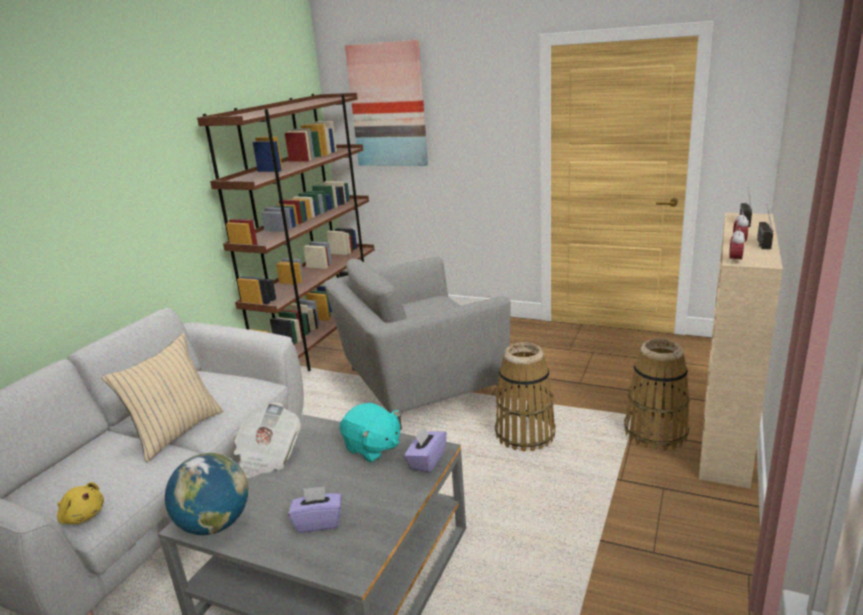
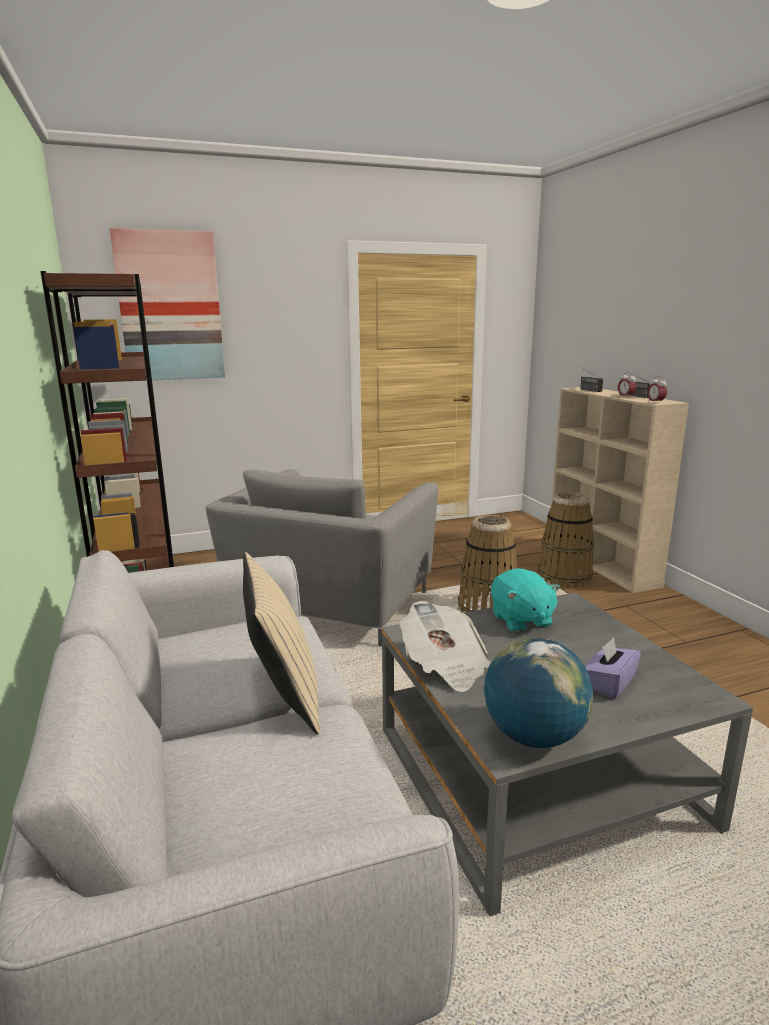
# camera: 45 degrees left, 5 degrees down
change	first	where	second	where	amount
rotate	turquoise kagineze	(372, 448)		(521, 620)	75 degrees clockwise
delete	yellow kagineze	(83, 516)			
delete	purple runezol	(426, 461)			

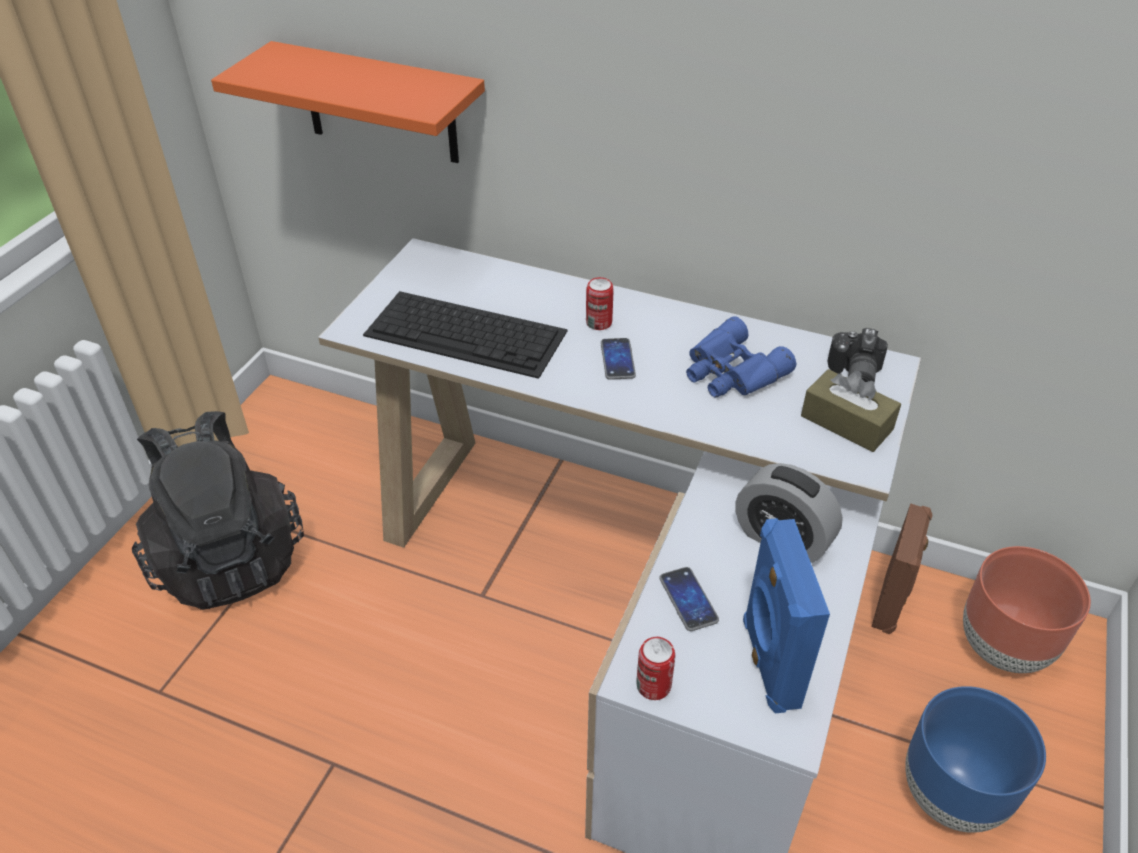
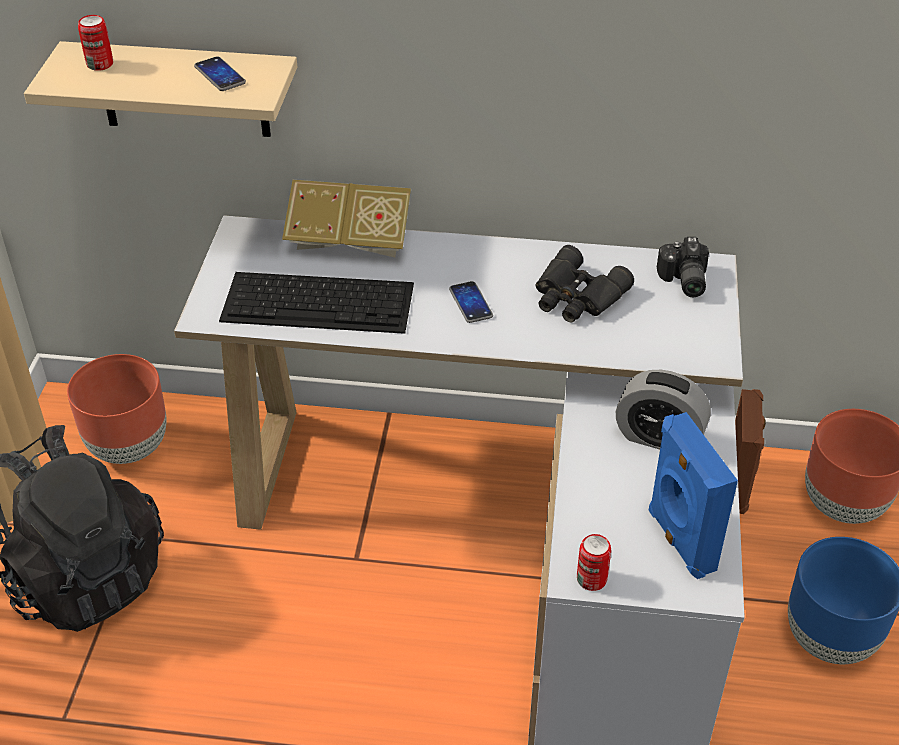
# camera: 15 degrees left, 0 degrees up
change	first	where	second	where	amount
recolor	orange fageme	(380, 104)	beige fageme	(183, 90)	
insert			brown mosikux	(128, 448)	
move	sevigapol	(599, 323)		(100, 64)	
move	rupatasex	(688, 599)		(220, 75)	
insert			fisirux	(349, 240)	
recolor	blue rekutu	(731, 372)	black rekutu	(576, 297)	
delete	brown runezol	(846, 423)			

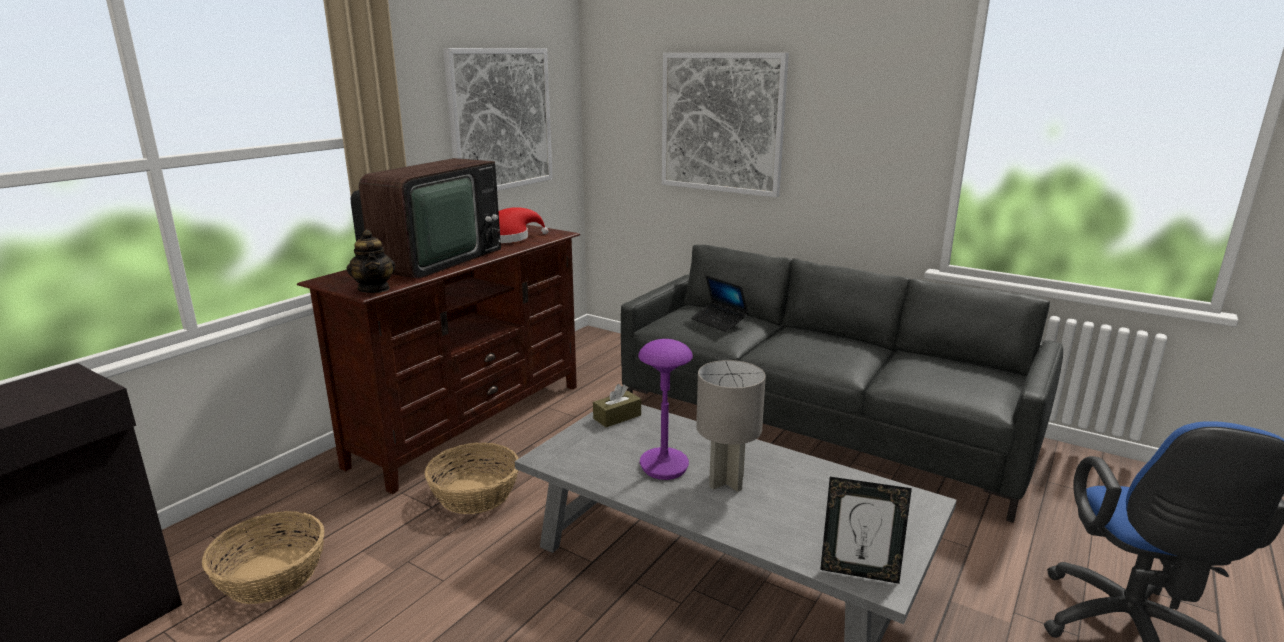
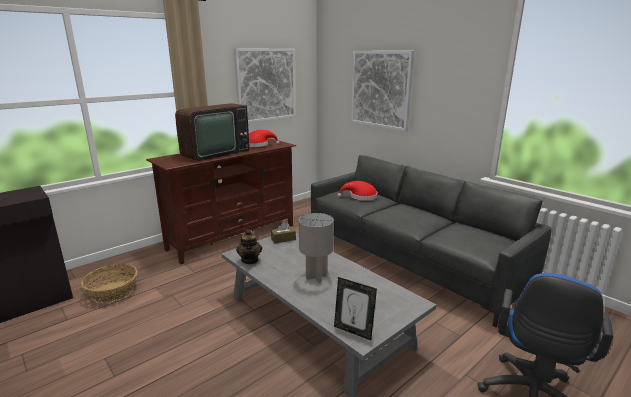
# camera: 15 degrees right, 0 degrees up
change	first	where	second	where	amount
move	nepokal	(374, 289)		(250, 260)	
replace	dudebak	(719, 321)	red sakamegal	(360, 197)	
delete	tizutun	(476, 494)			
delete	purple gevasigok	(663, 465)			

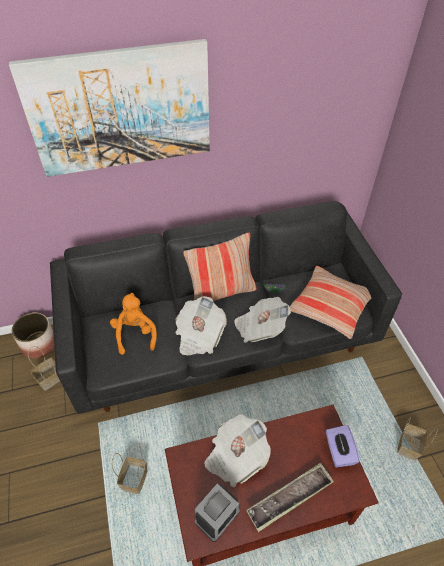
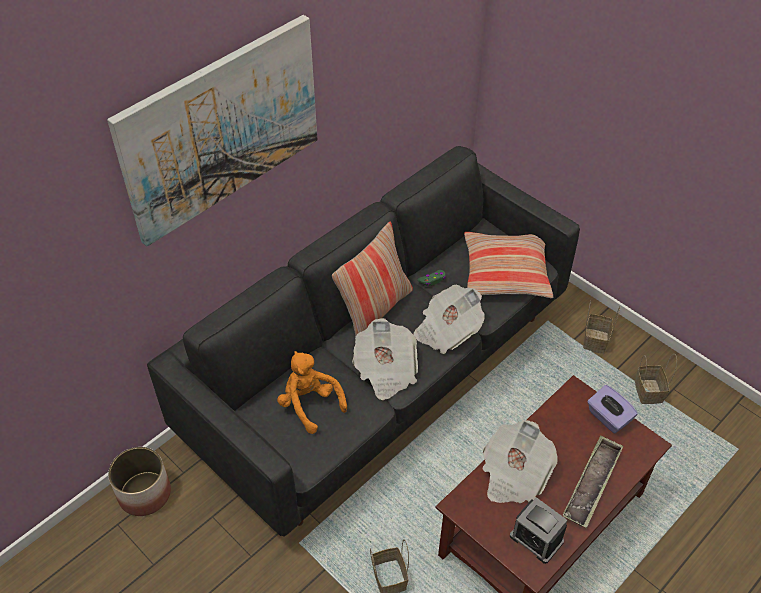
# camera: 30 degrees left, 0 degrees up
change	first	where	second	where	amount
rotate	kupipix	(217, 516)		(536, 539)	120 degrees clockwise
move	tizutun	(50, 378)		(595, 340)	

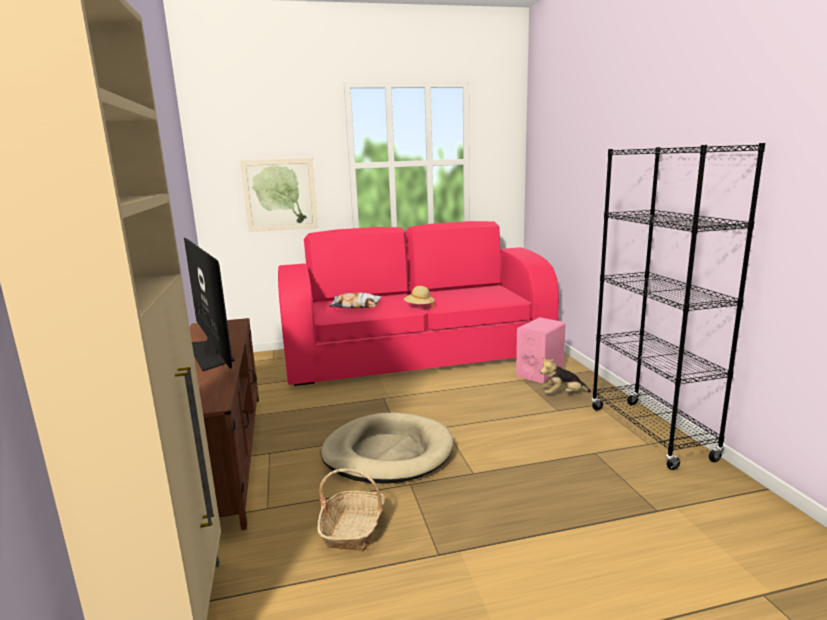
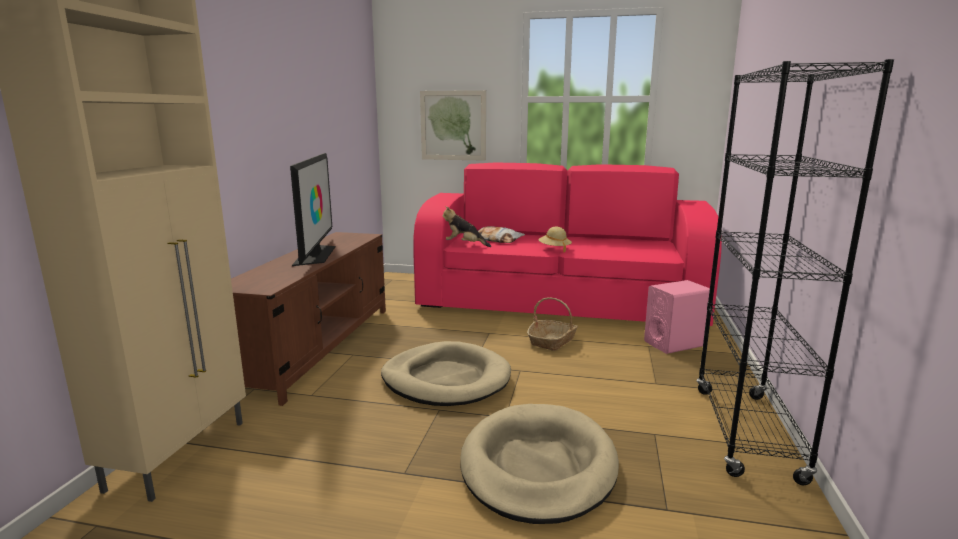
# camera: 25 degrees right, 0 degrees up
change	first	where	second	where	amount
move	kagineze	(563, 394)		(464, 245)	
insert			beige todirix	(538, 466)	
move	tizutun	(354, 528)		(552, 341)	

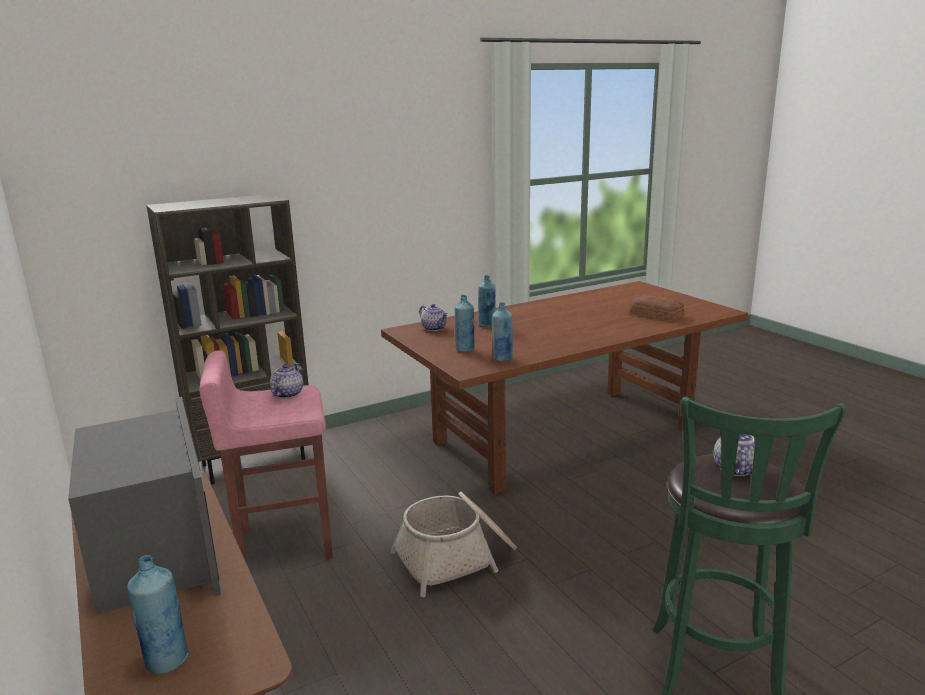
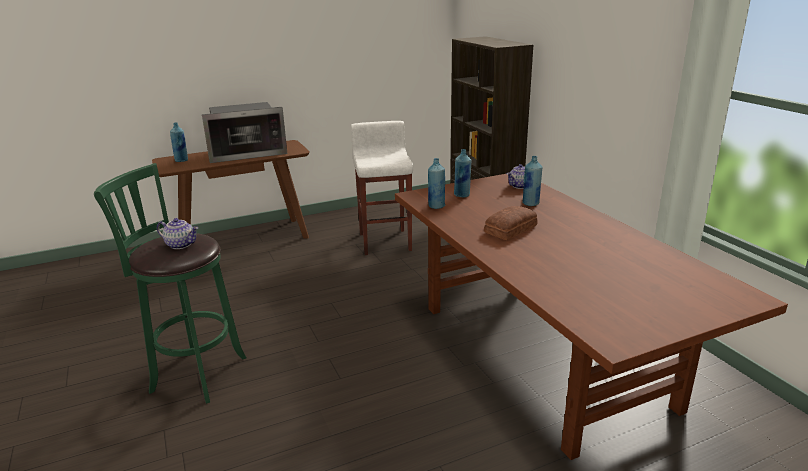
# camera: 95 degrees right, 5 degrees up
change	first	where	second	where	amount
recolor	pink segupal	(284, 543)	white segupal	(385, 241)	
move	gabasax	(656, 314)		(512, 229)	
delete	nepokal	(287, 394)			
delete	tizutun	(457, 558)			

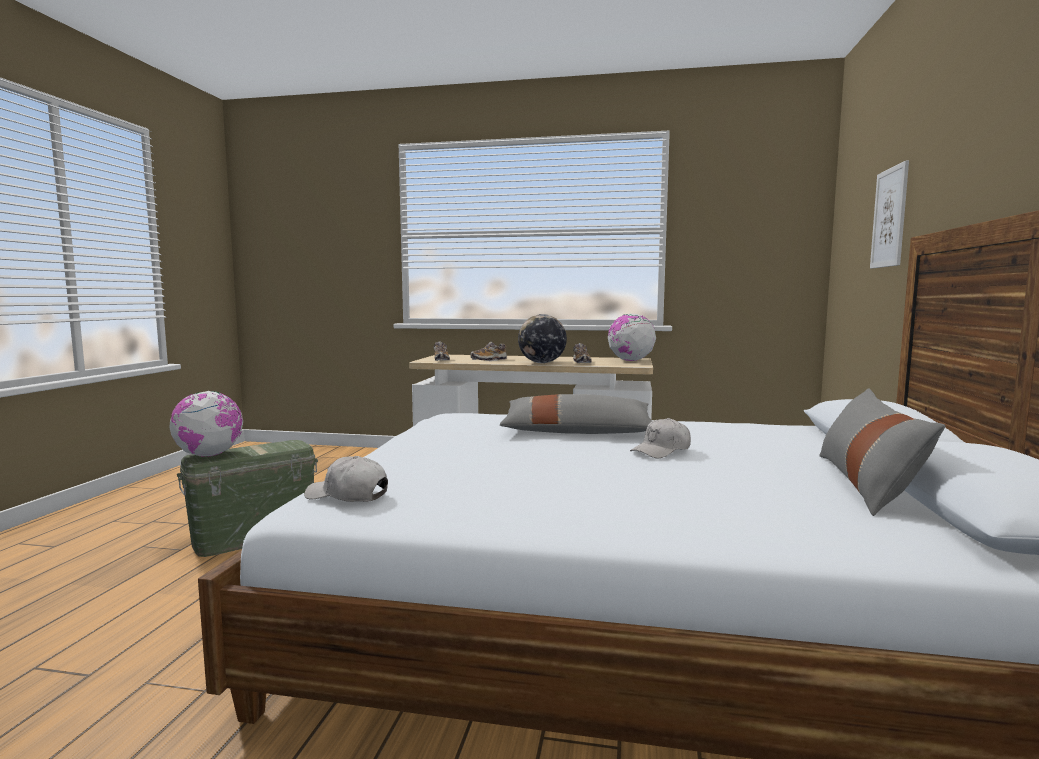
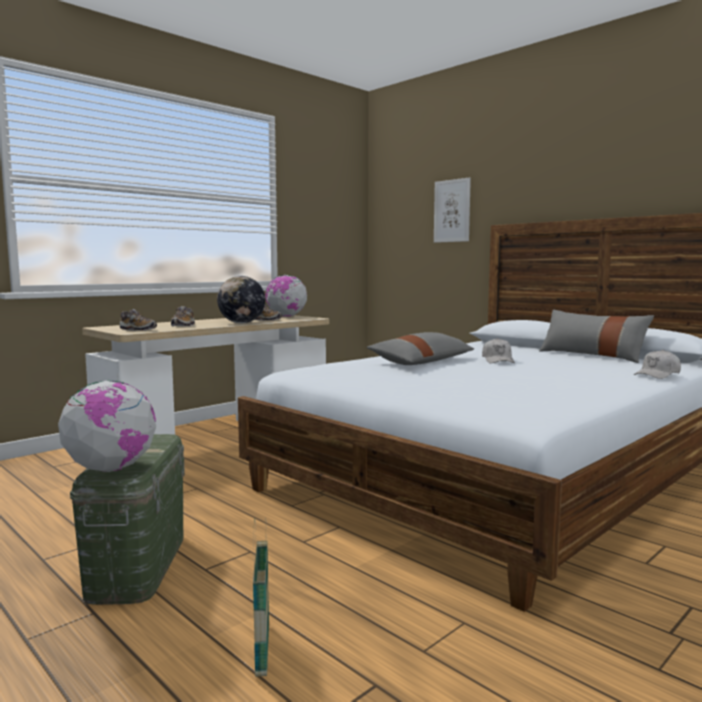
# camera: 55 degrees left, 0 degrees up
change	first	where	second	where	amount
insert			tizutun	(262, 650)	
move	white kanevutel	(347, 495)		(657, 375)	

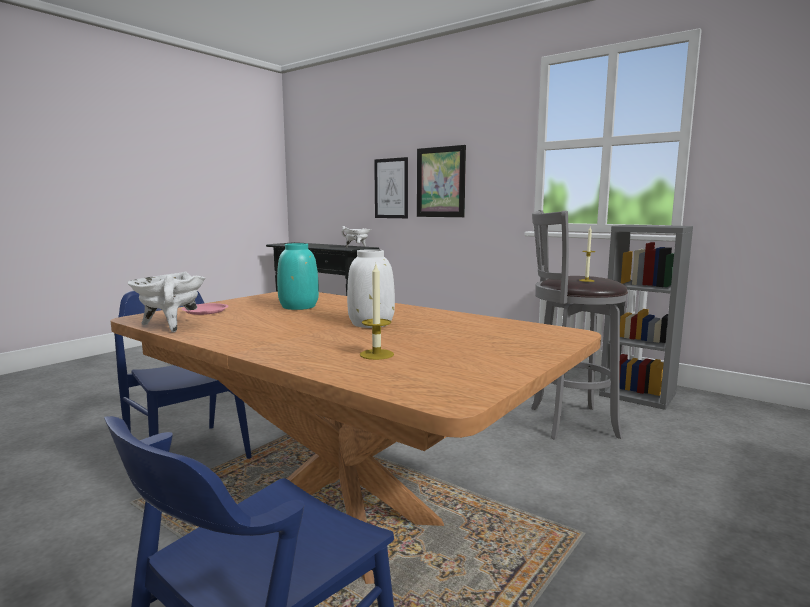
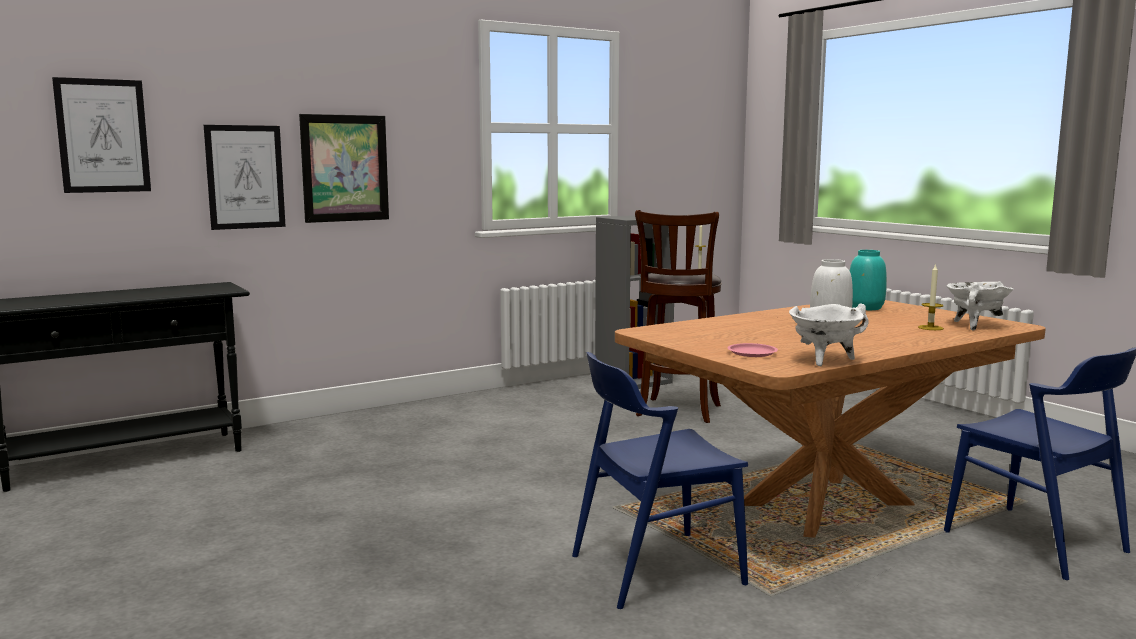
# camera: 70 degrees left, 0 degrees up
change	first	where	second	where	amount
insert			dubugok	(103, 136)	
recolor	grey segupal	(568, 422)	brown segupal	(677, 412)	
move	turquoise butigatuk	(298, 307)		(866, 308)	
move	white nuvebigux	(357, 247)		(975, 326)	

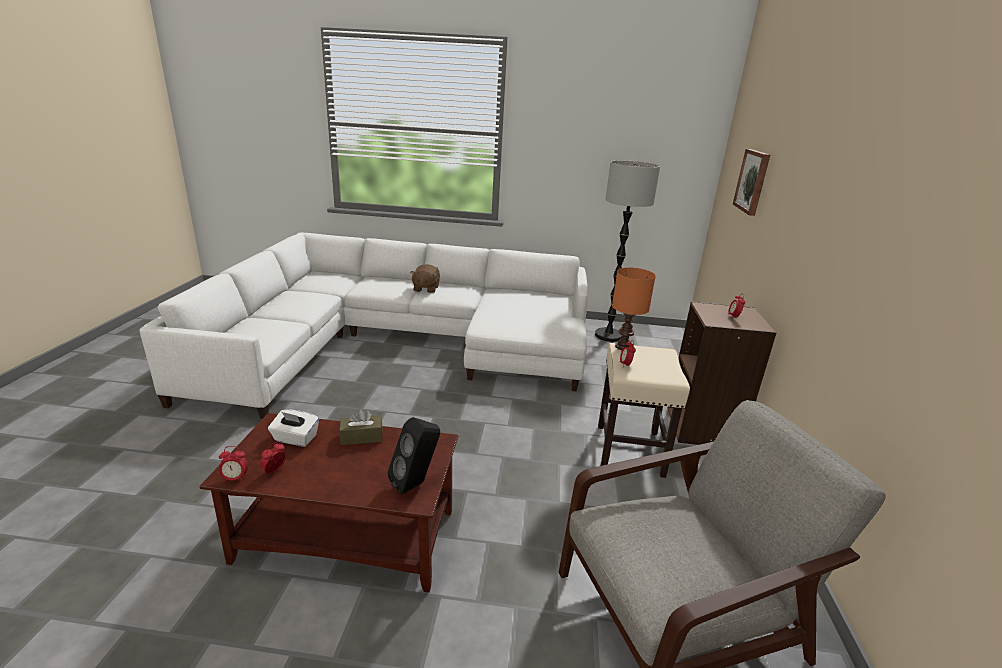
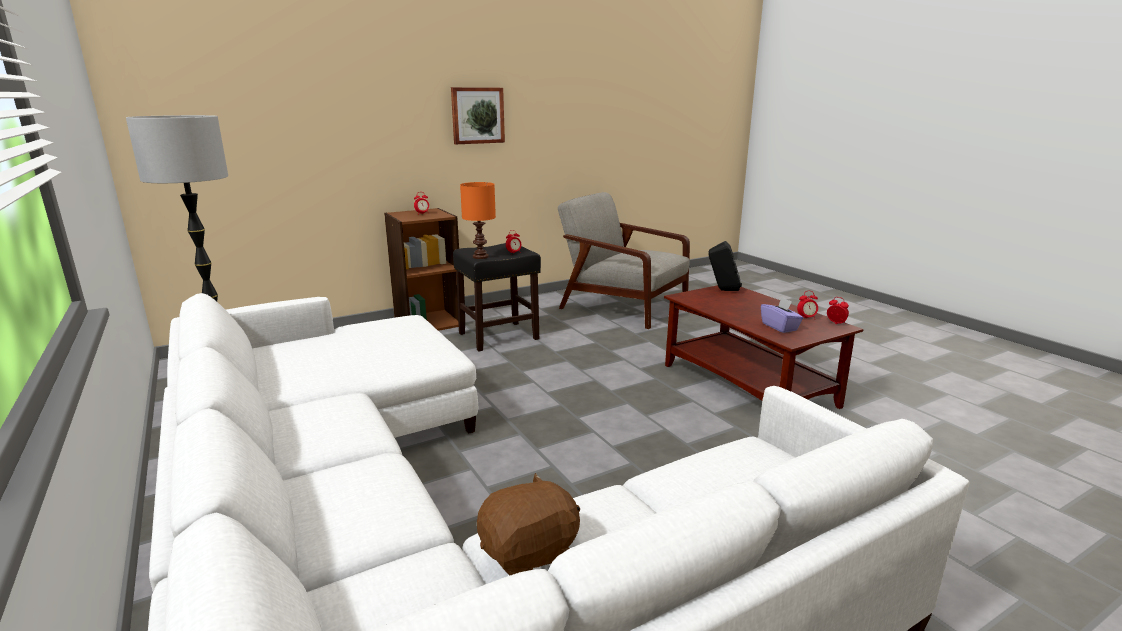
# camera: 125 degrees left, 5 degrees down
change	first	where	second	where	amount
move	dubugok	(753, 181)		(477, 115)	
recolor	beige segupal	(630, 450)	black segupal	(499, 336)	
move	brown kagineze	(425, 289)		(530, 554)	
recolor	white runezol	(295, 439)	purple runezol	(780, 327)	
delete	brown runezol	(361, 437)			

